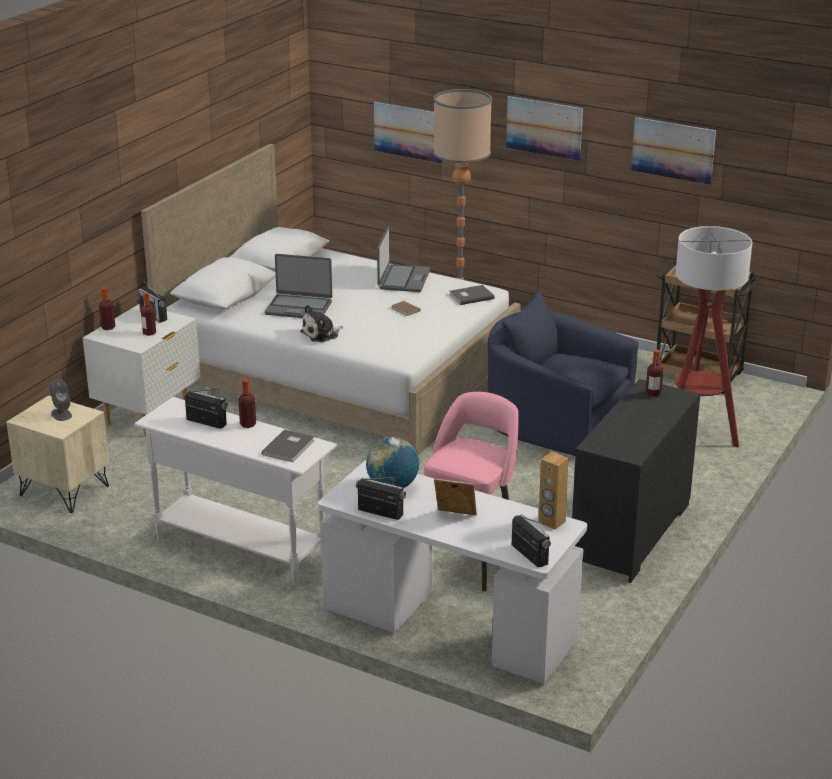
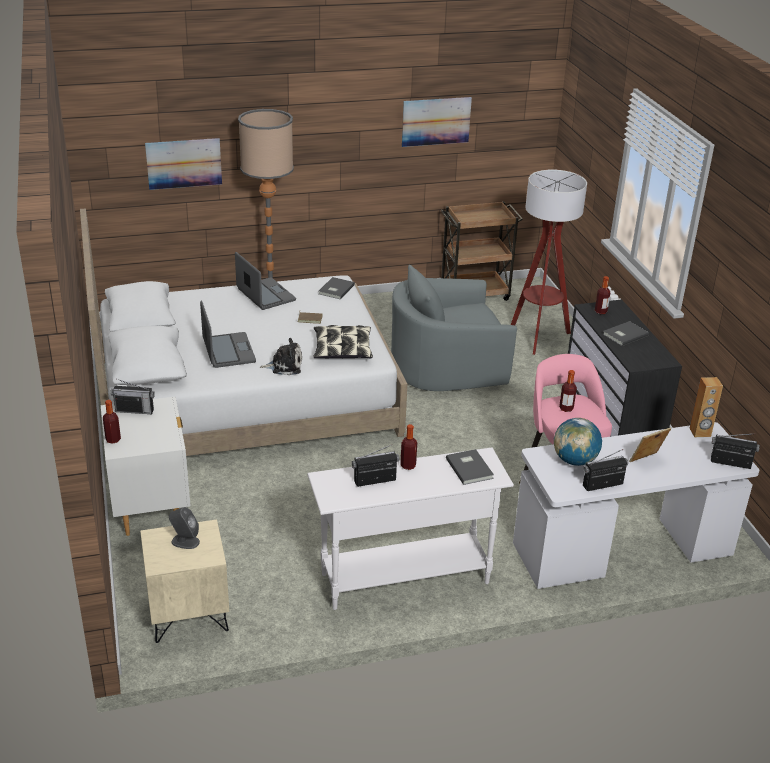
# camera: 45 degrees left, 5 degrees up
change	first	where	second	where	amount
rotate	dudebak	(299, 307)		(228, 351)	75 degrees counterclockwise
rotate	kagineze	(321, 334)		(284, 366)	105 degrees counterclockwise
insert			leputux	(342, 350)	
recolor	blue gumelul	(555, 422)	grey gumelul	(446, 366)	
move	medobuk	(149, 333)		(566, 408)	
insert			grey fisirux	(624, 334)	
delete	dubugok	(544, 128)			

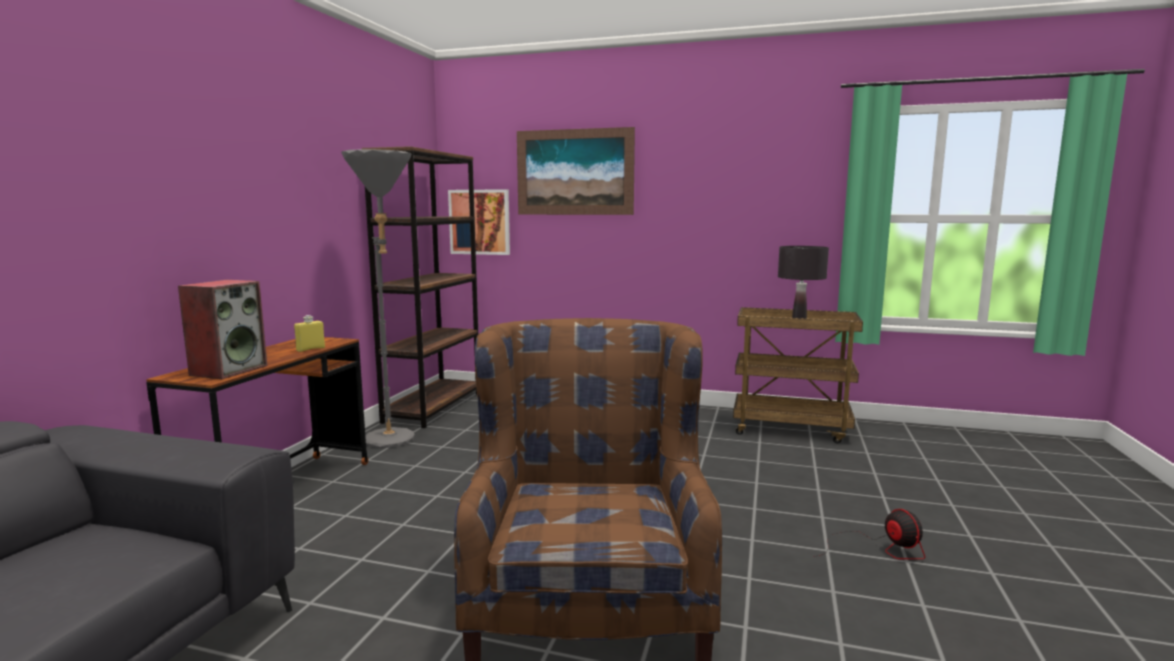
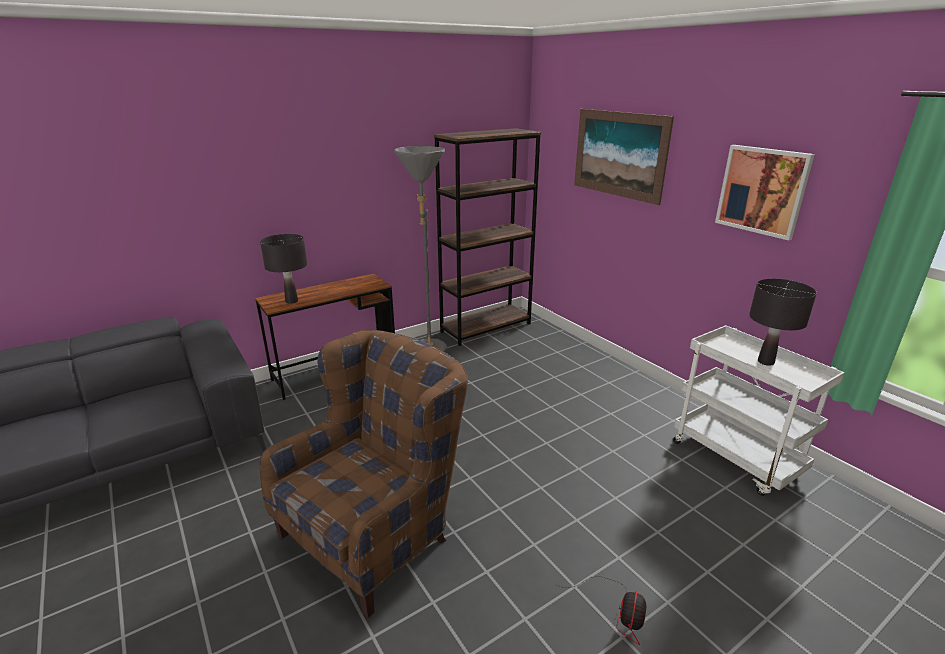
# camera: 40 degrees right, 15 degrees up
change	first	where	second	where	amount
replace	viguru	(229, 370)	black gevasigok	(292, 301)	
recolor	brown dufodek	(791, 429)	white dufodek	(737, 459)	
move	dubugok	(480, 222)		(762, 191)	
delete	yellow medobuk	(310, 349)			

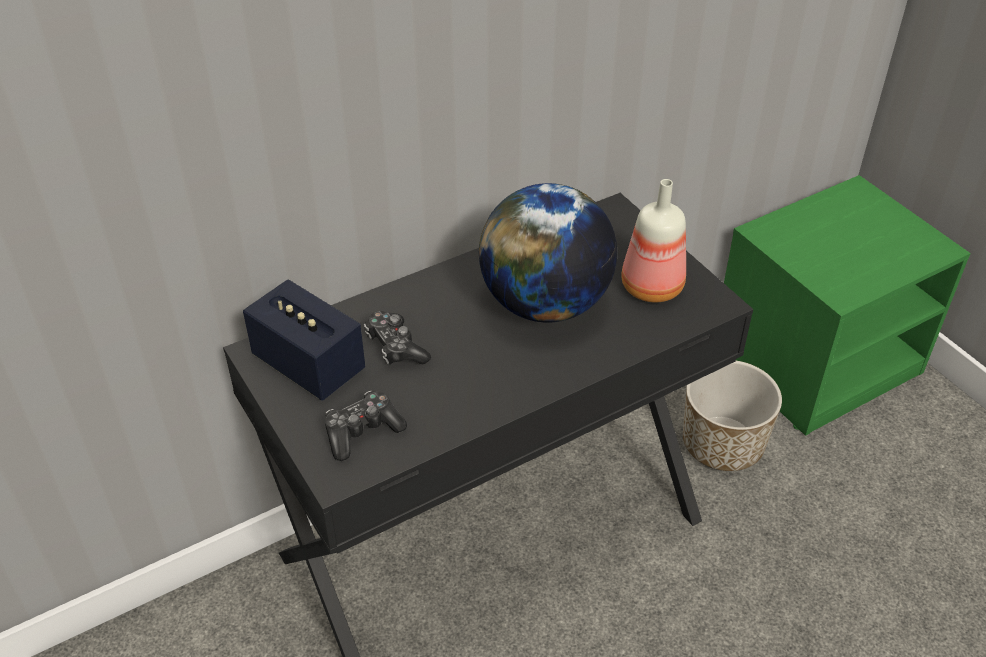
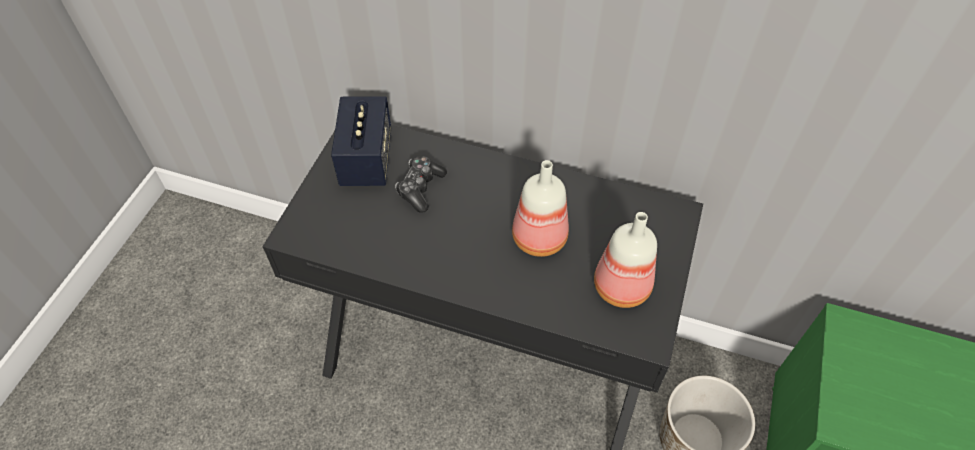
# camera: 50 degrees right, 10 degrees up
change	first	where	second	where	amount
replace	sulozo	(545, 304)	medobuk	(538, 237)	
delete	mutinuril	(362, 432)			

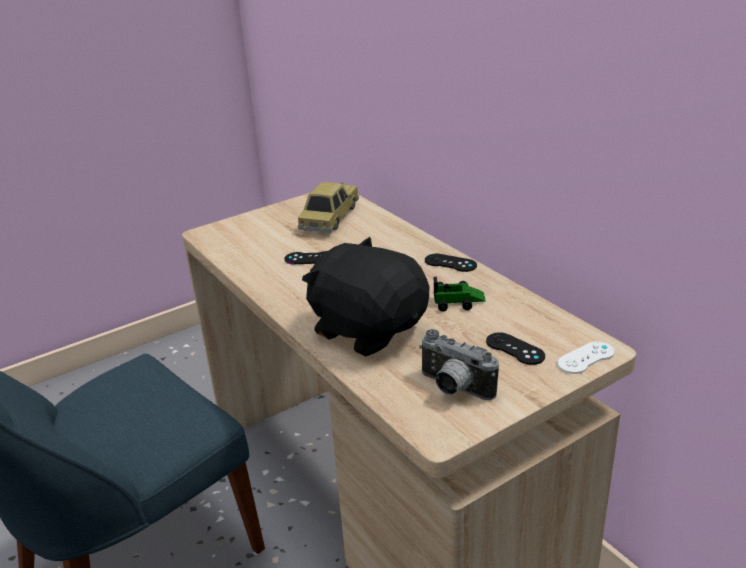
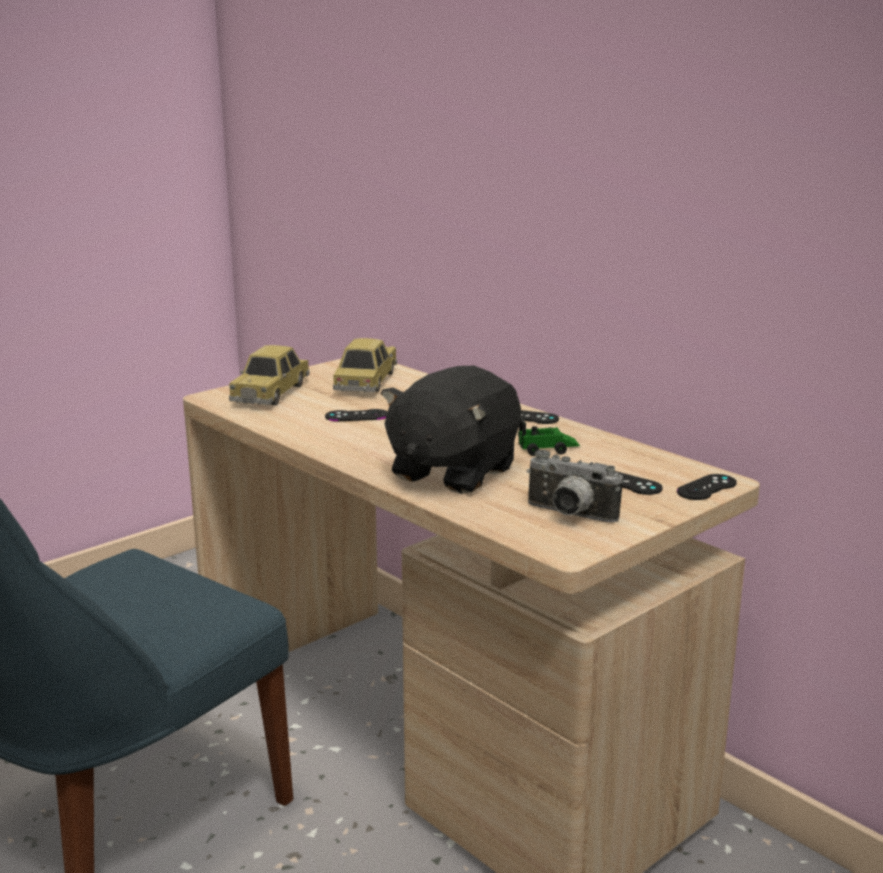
# camera: 10 degrees left, 10 degrees down
change	first	where	second	where	amount
insert			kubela	(271, 393)	
rotate	black kagineze	(368, 329)		(452, 472)	90 degrees counterclockwise
recolor	white mutinuril	(585, 358)	black mutinuril	(707, 488)	

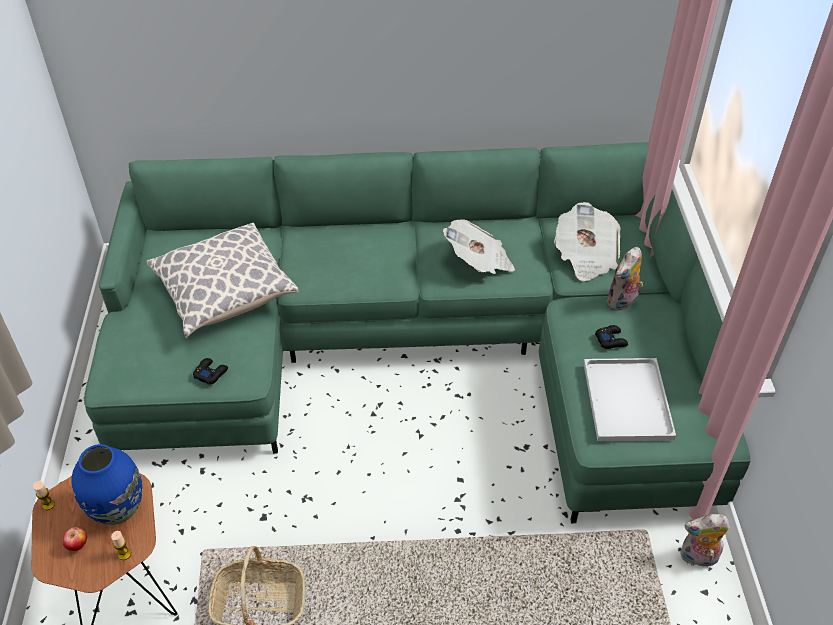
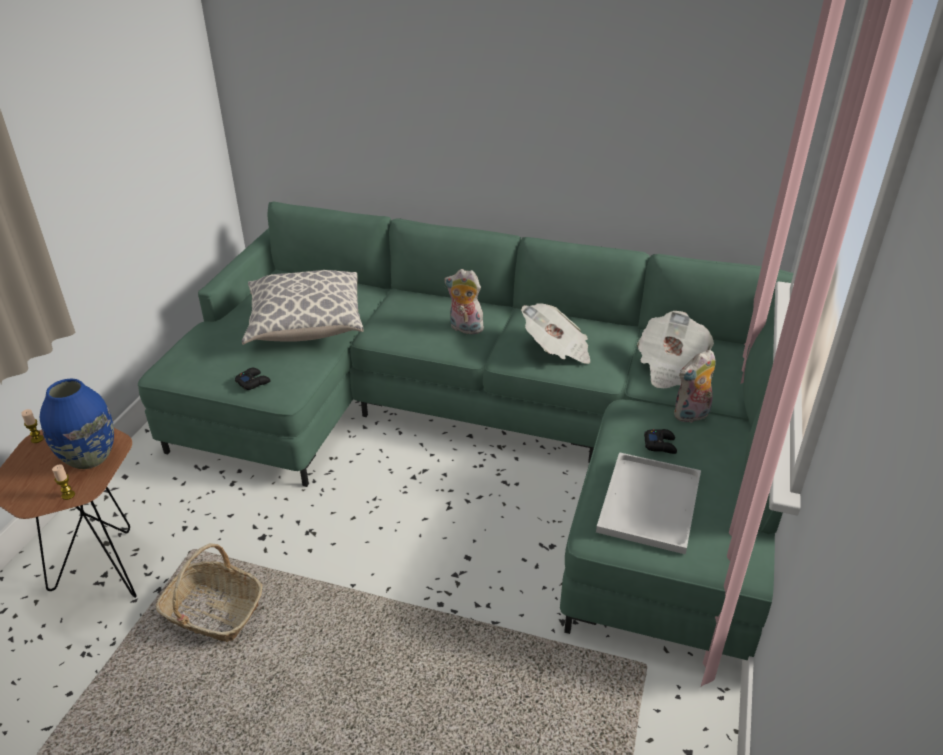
# camera: 20 degrees right, 10 degrees down
change	first	where	second	where	amount
move	kagineze	(697, 558)		(464, 328)	
delete	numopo	(78, 546)			

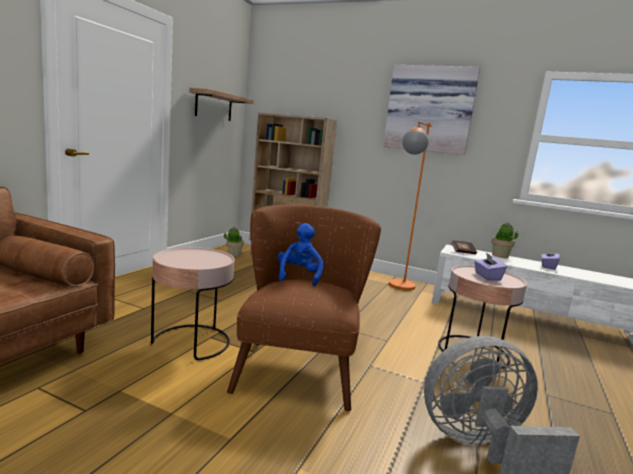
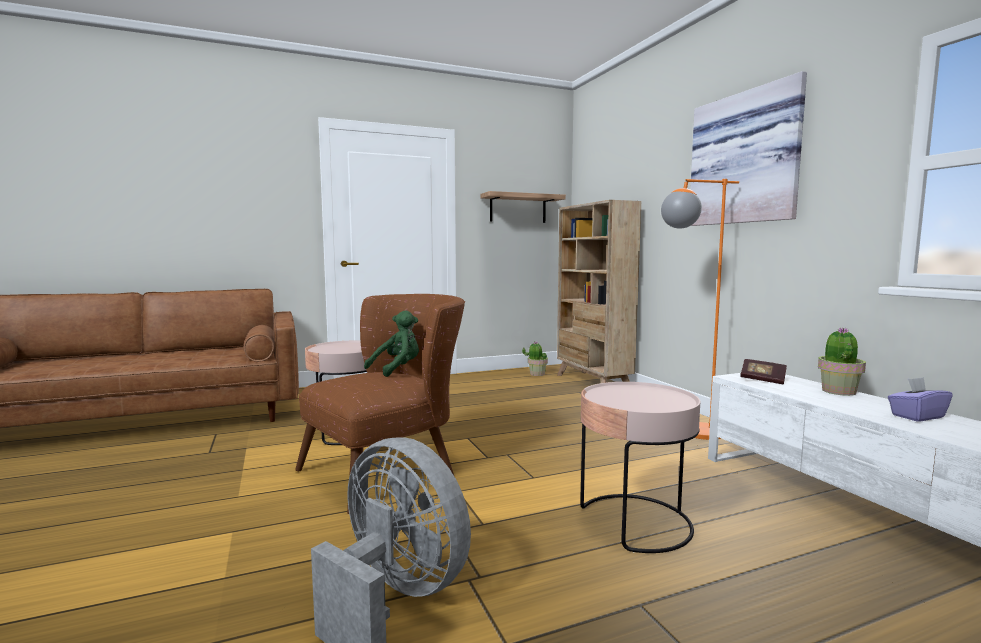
# camera: 45 degrees right, 5 degrees down
change	first	where	second	where	amount
recolor	blue kagineze	(298, 276)	green kagineze	(397, 369)	
delete	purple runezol	(487, 276)			

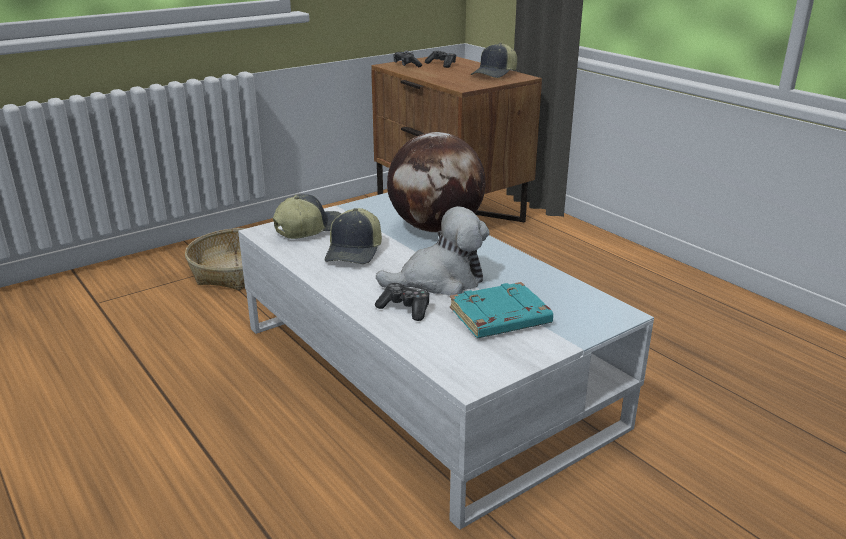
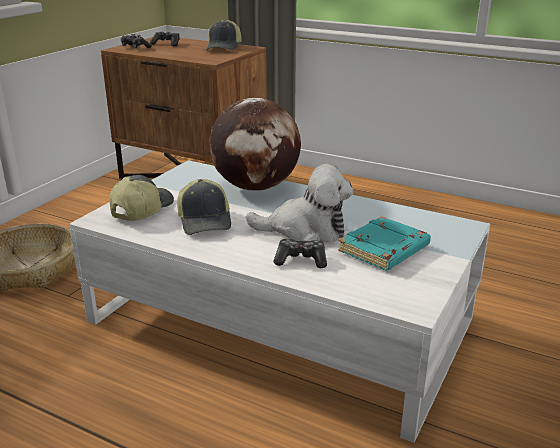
# camera: 25 degrees left, 0 degrees up
change	first	where	second	where	amount
rotate	kagineze	(439, 281)		(305, 230)	45 degrees clockwise

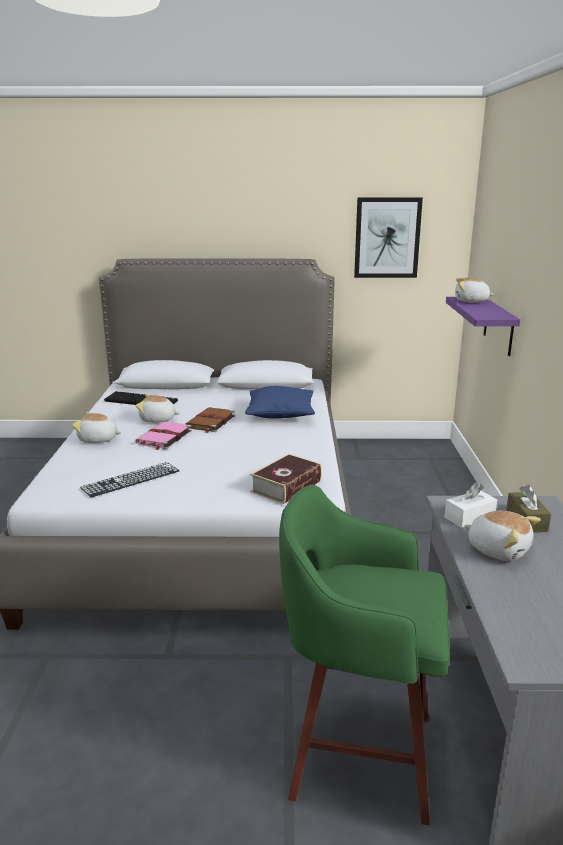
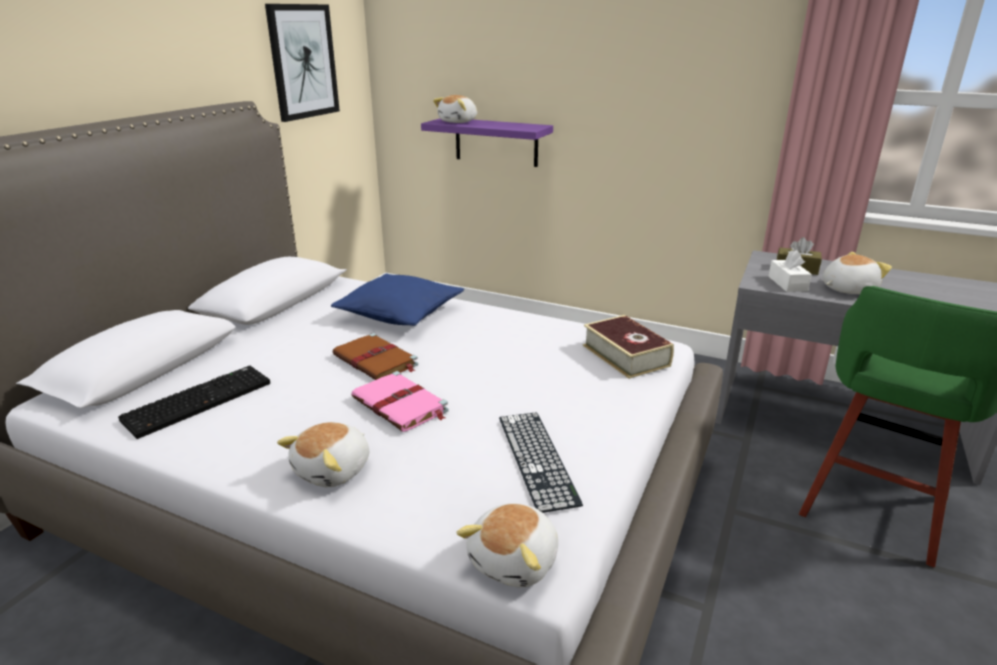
# camera: 65 degrees left, 5 degrees up
change	first	where	second	where	amount
move	kagineze	(158, 420)		(516, 561)	

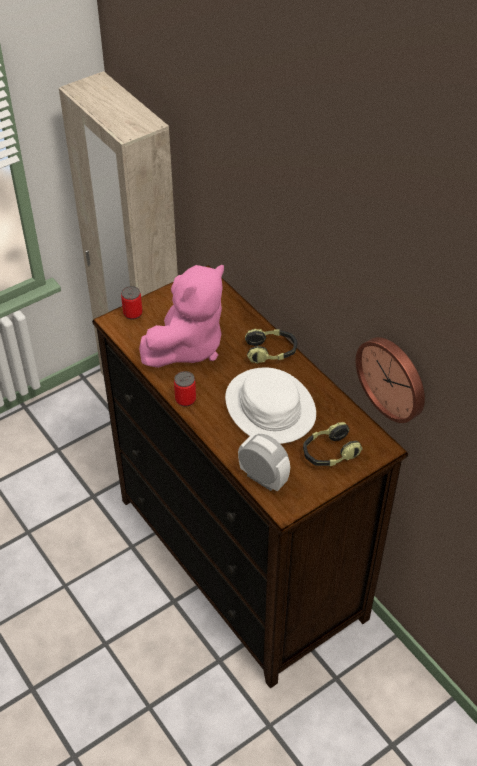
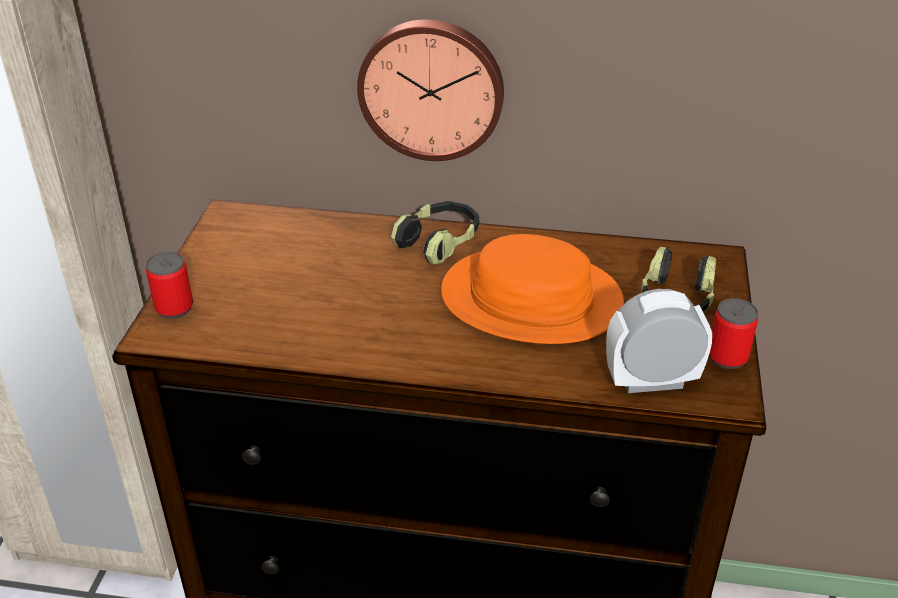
# camera: 45 degrees left, 10 degrees down
change	first	where	second	where	amount
move	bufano	(393, 378)		(432, 88)	
recolor	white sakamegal	(270, 407)	orange sakamegal	(531, 299)	
move	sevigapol	(185, 399)		(727, 357)	
delete	pink kagineze	(187, 346)			

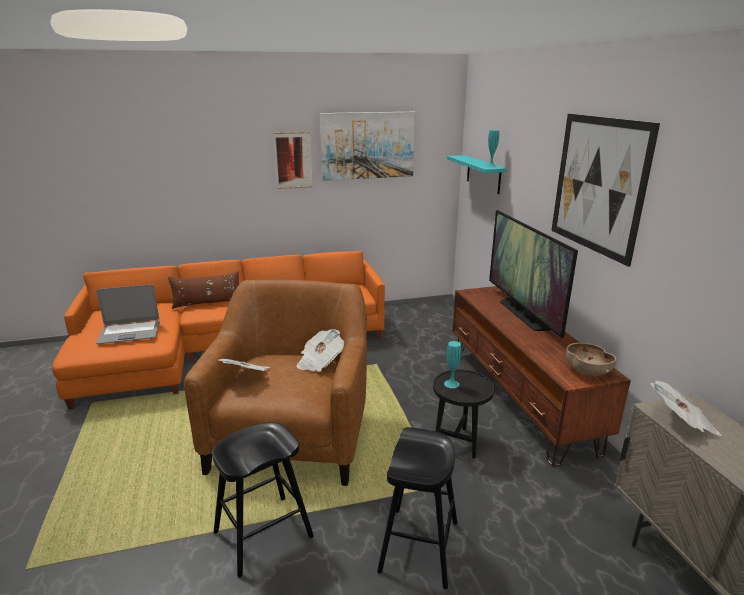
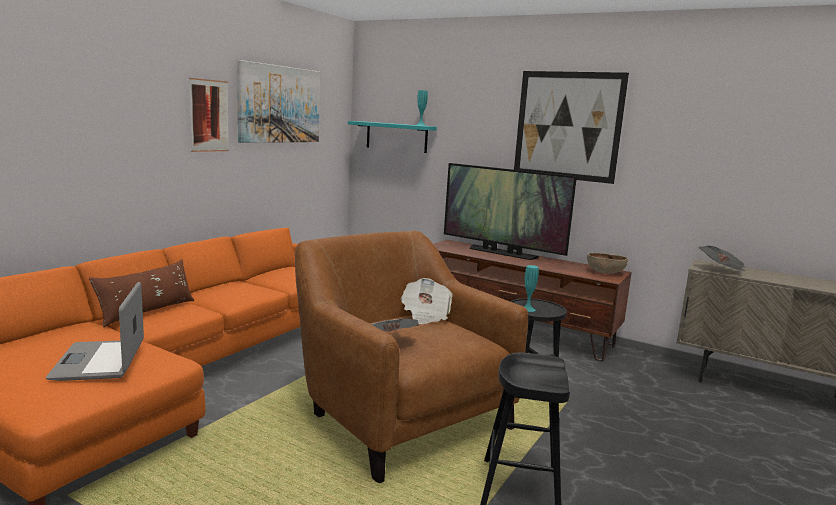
# camera: 45 degrees left, 10 degrees down
change	first	where	second	where	amount
rotate	dudebak	(129, 332)		(100, 361)	135 degrees clockwise
delete	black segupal	(419, 546)			

